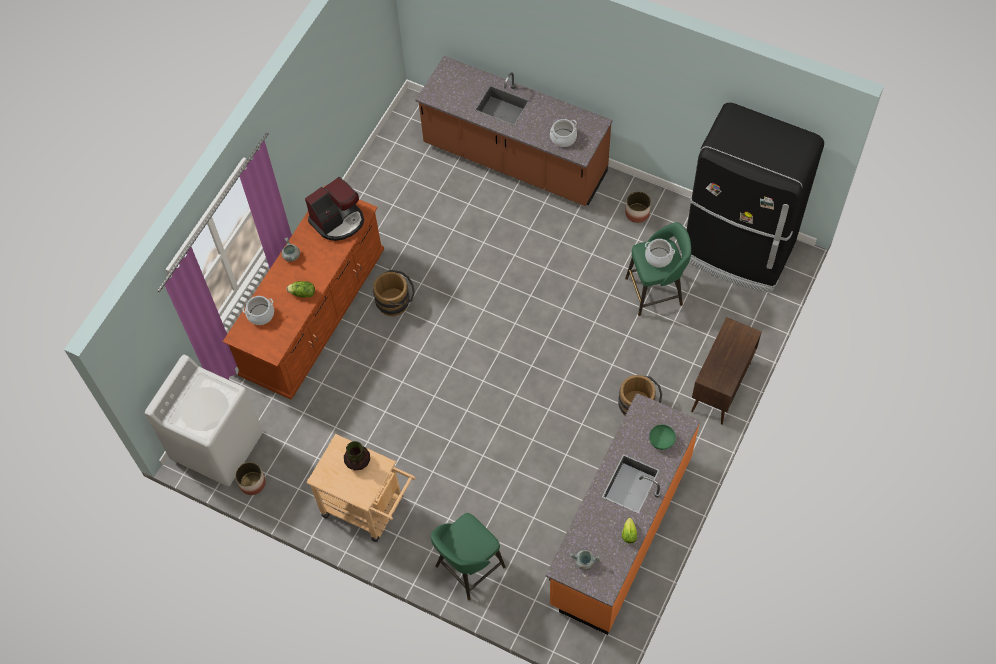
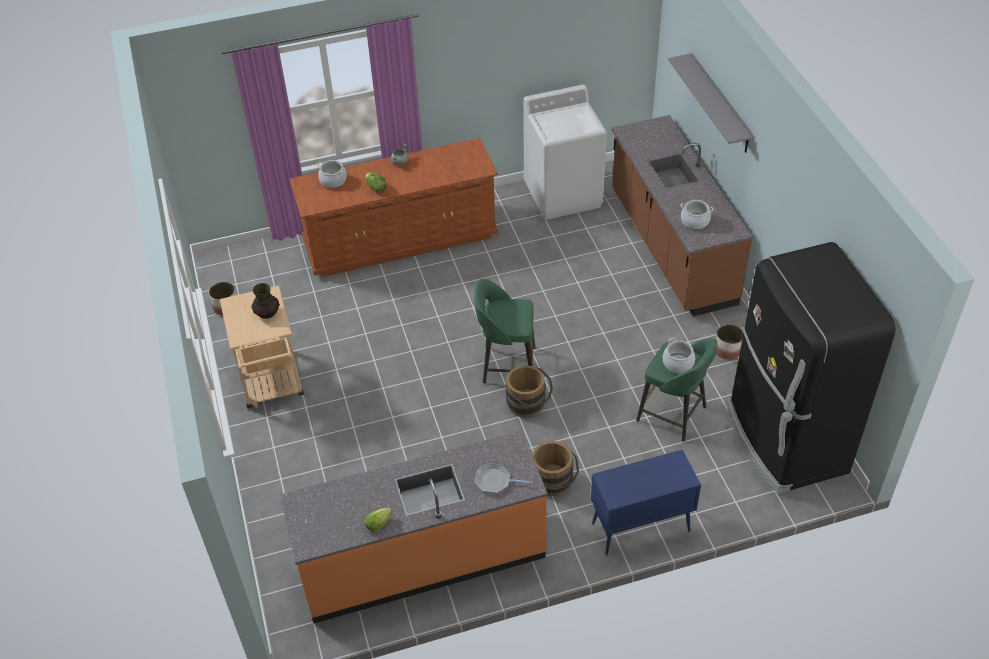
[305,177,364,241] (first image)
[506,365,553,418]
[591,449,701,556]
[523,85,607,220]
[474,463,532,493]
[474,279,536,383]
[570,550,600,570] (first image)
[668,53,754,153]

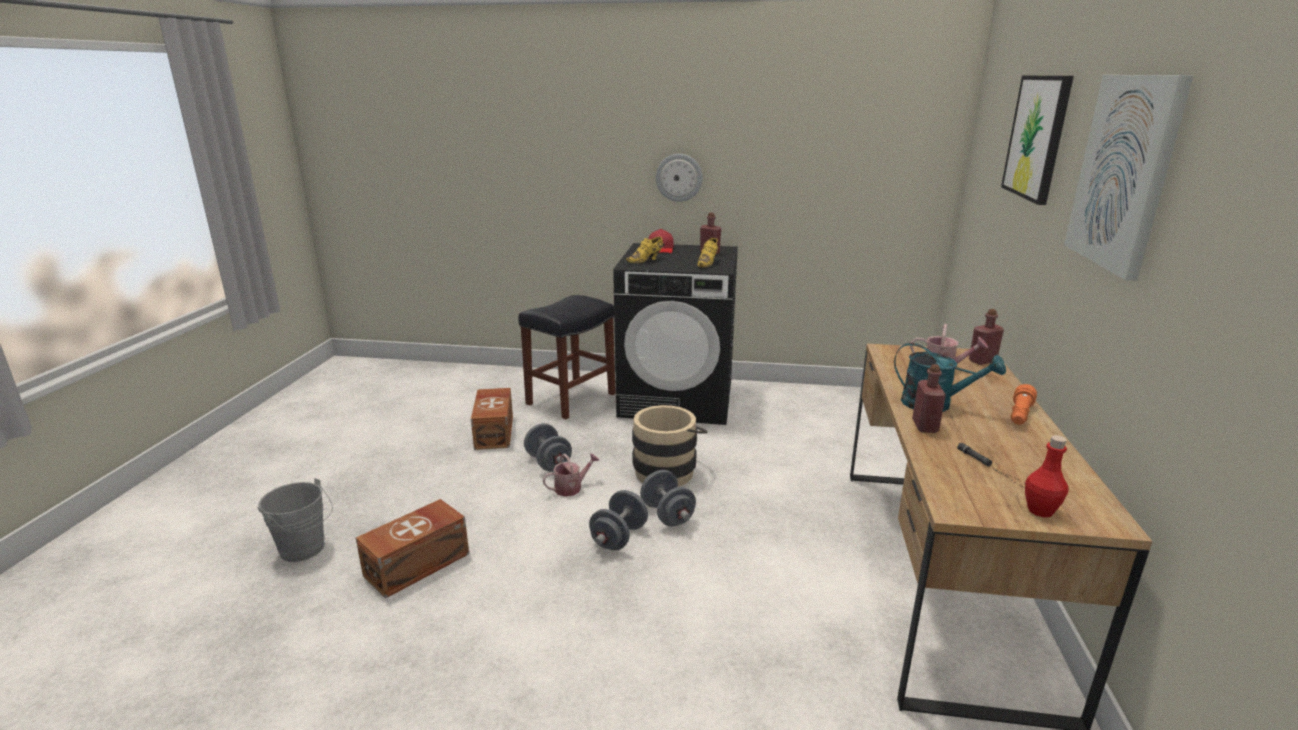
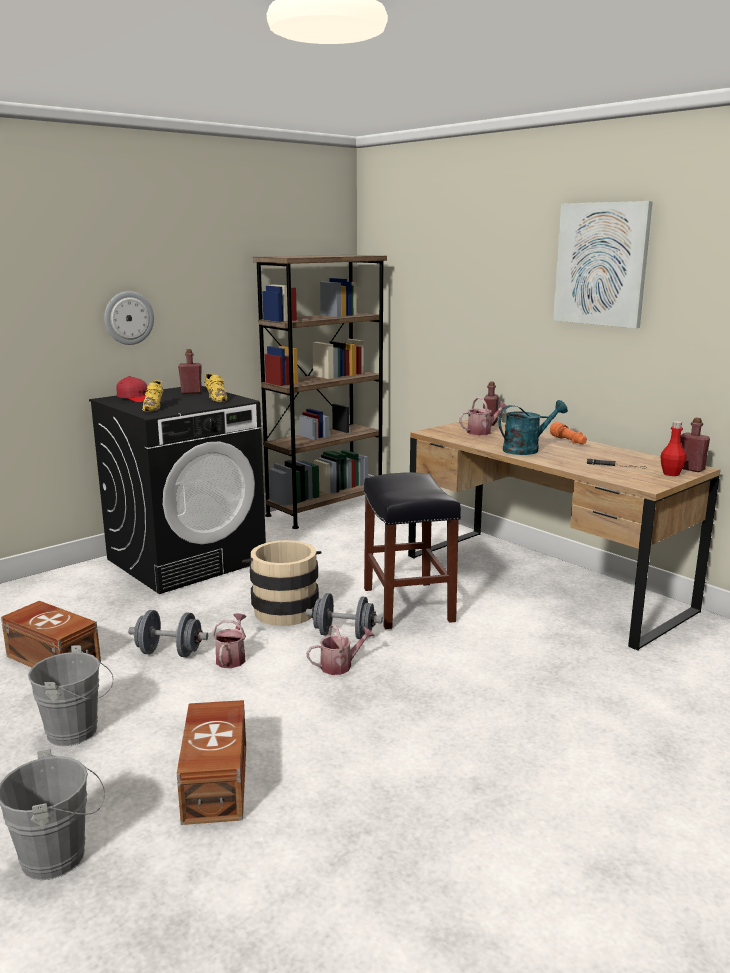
[1001,76,1074,205] (first image)
[363,472,461,629]
[681,418,710,472]
[306,624,375,675]
[253,255,387,529]
[28,646,113,746]

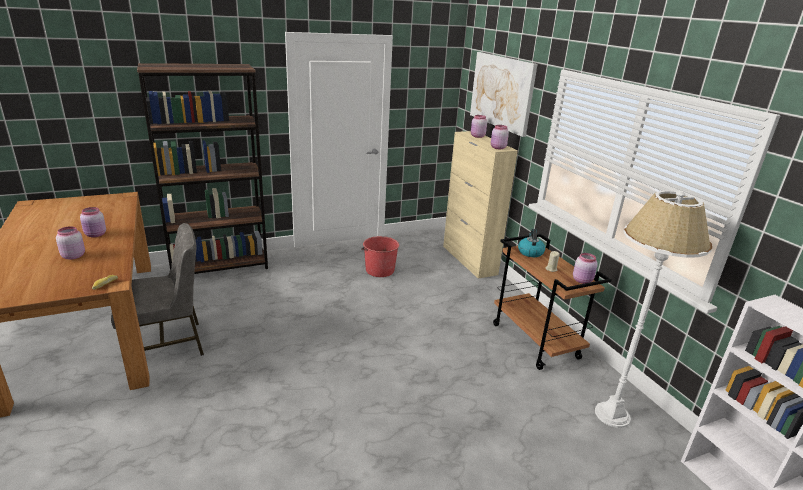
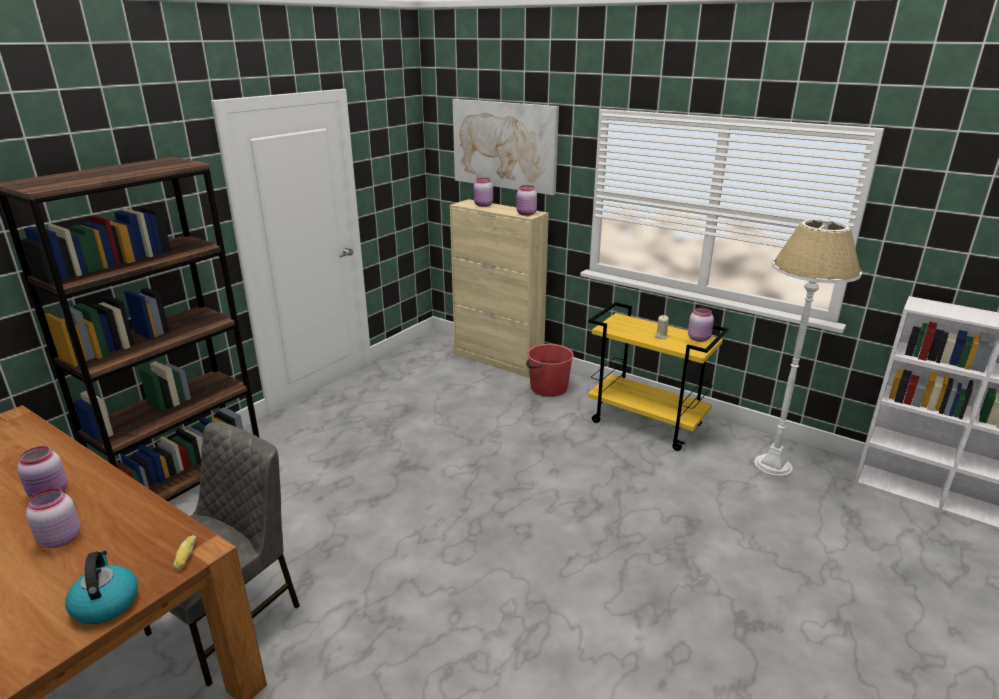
[65,550,138,624]
[588,302,729,451]
[526,344,574,397]

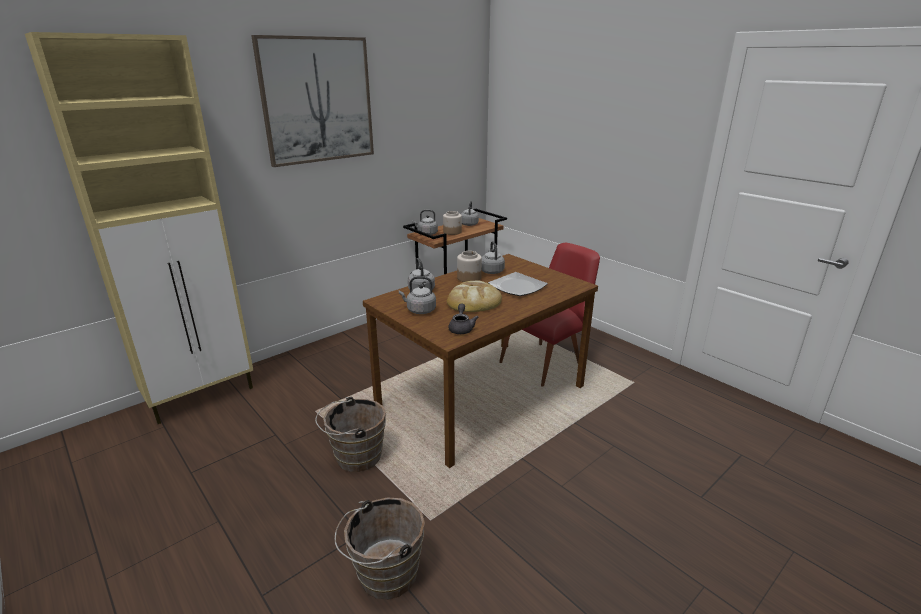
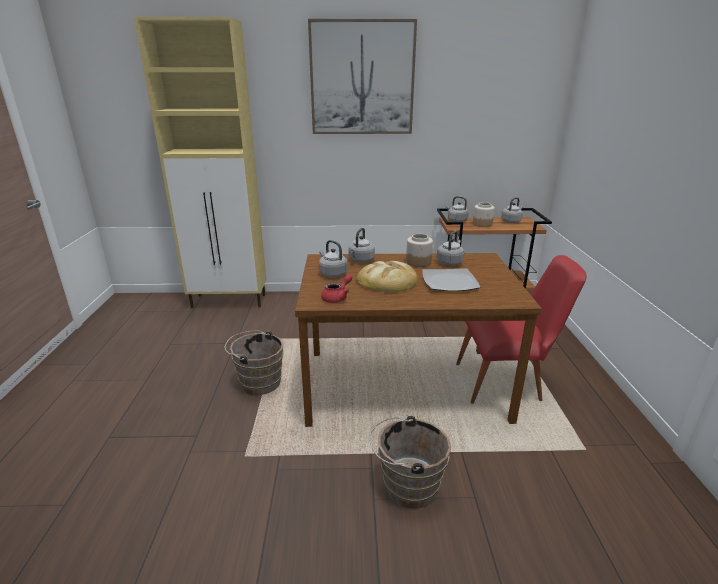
[321,275,352,303]
[369,414,451,509]

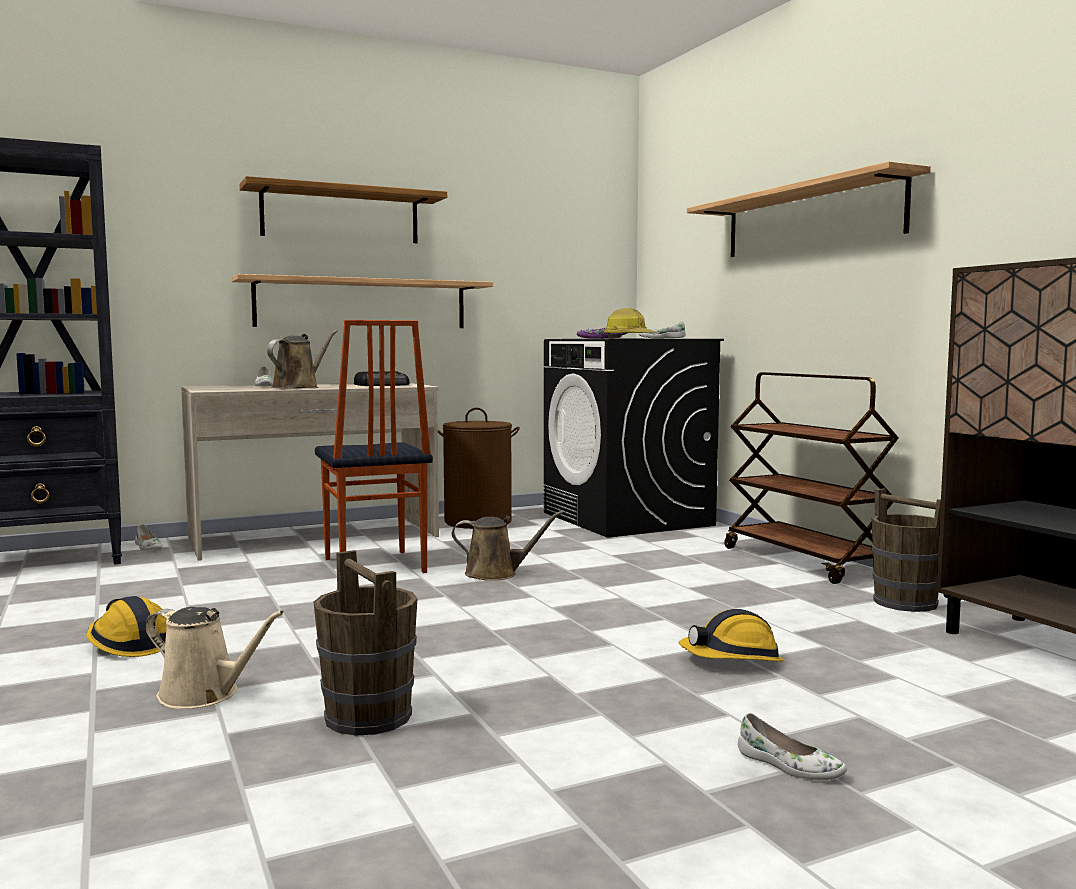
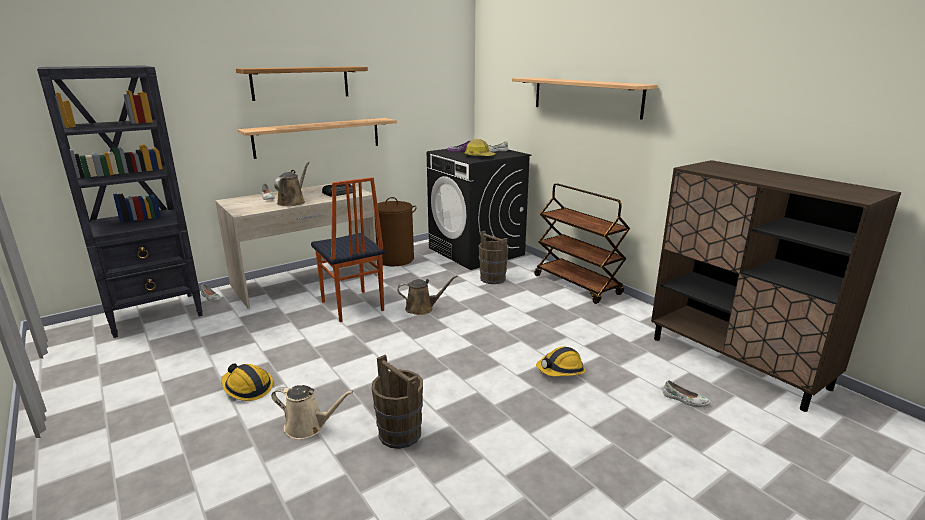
[478,231,509,284]
[663,380,710,407]

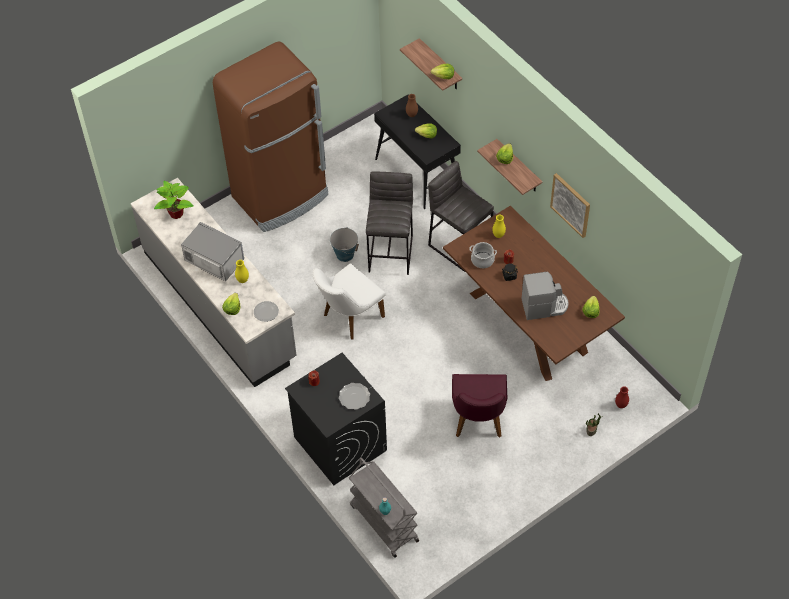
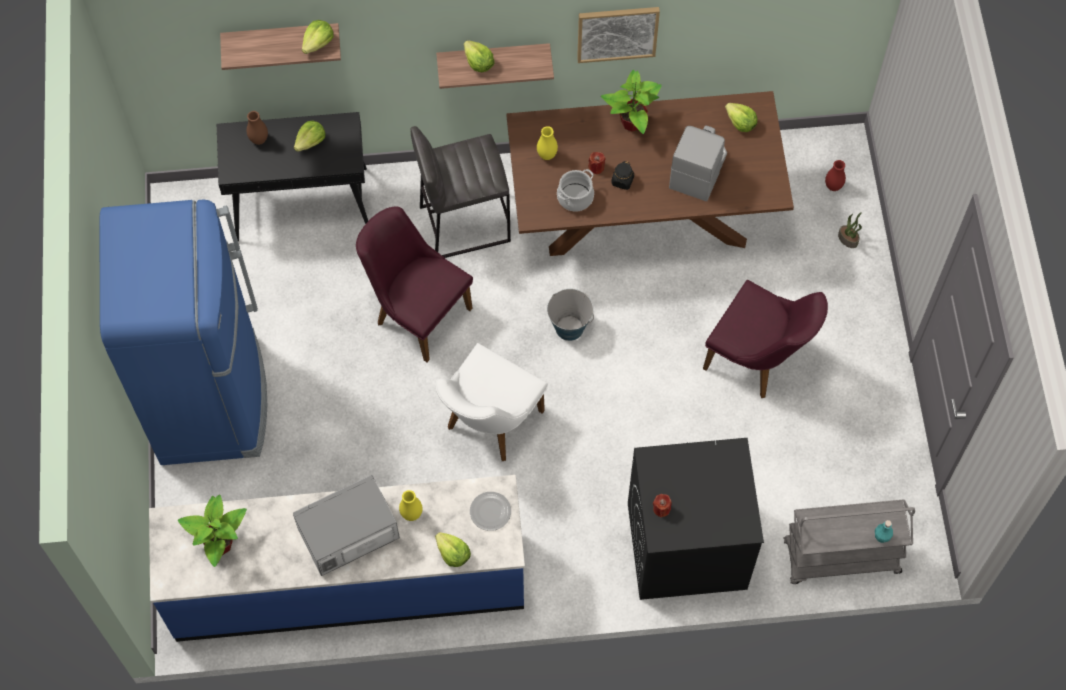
[100,200,267,465]
[356,206,473,362]
[149,475,525,642]
[547,289,594,341]
[435,343,548,461]
[339,383,370,410] (first image)
[601,70,662,134]

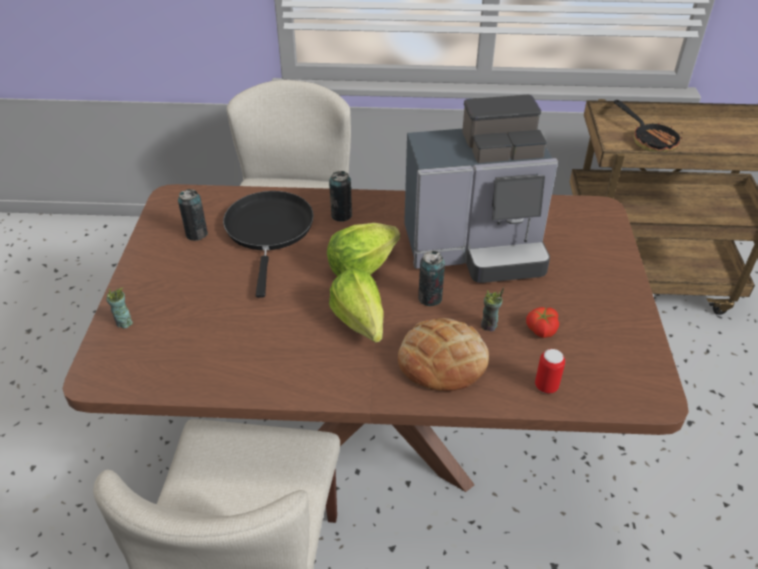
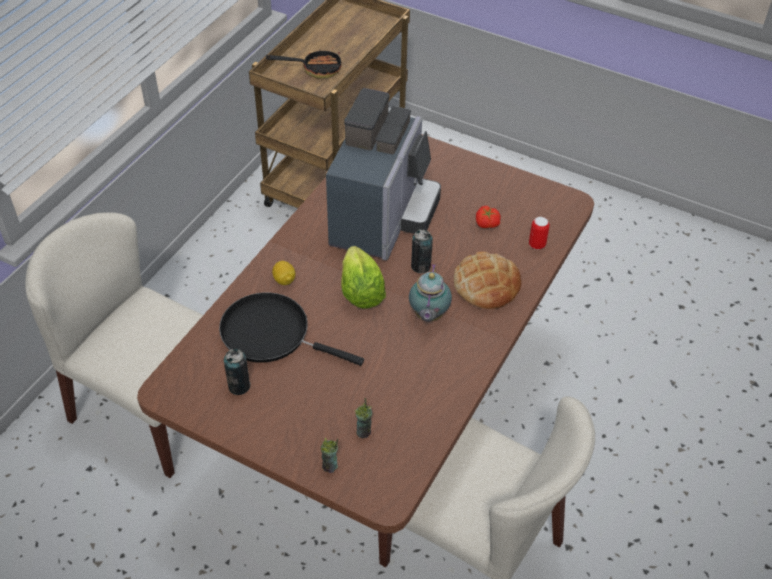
[272,261,295,285]
[409,264,452,322]
[355,398,372,438]

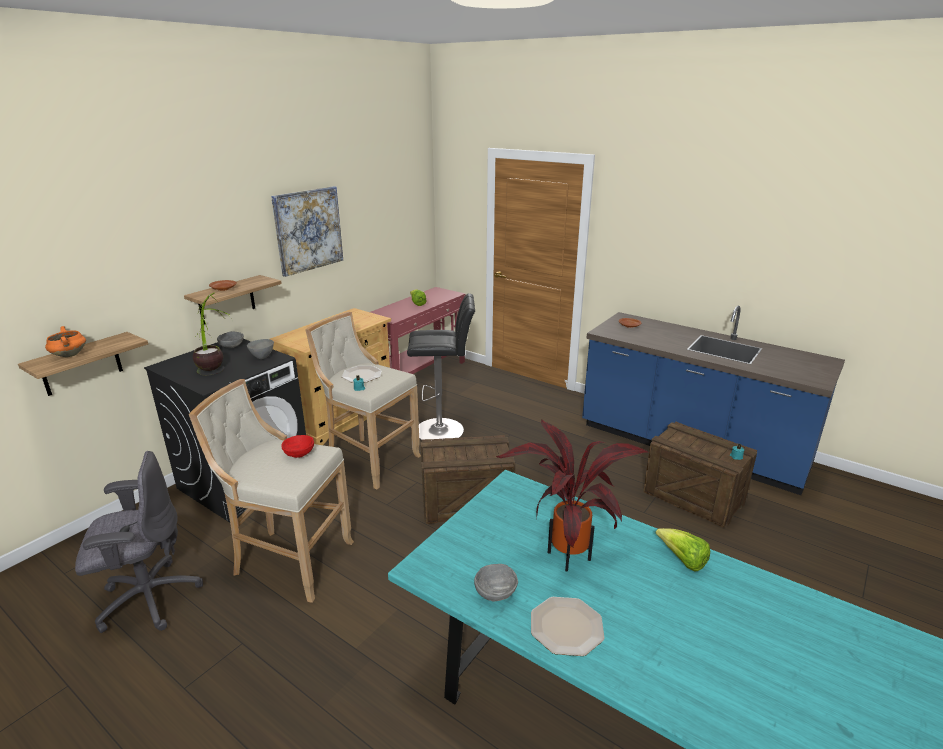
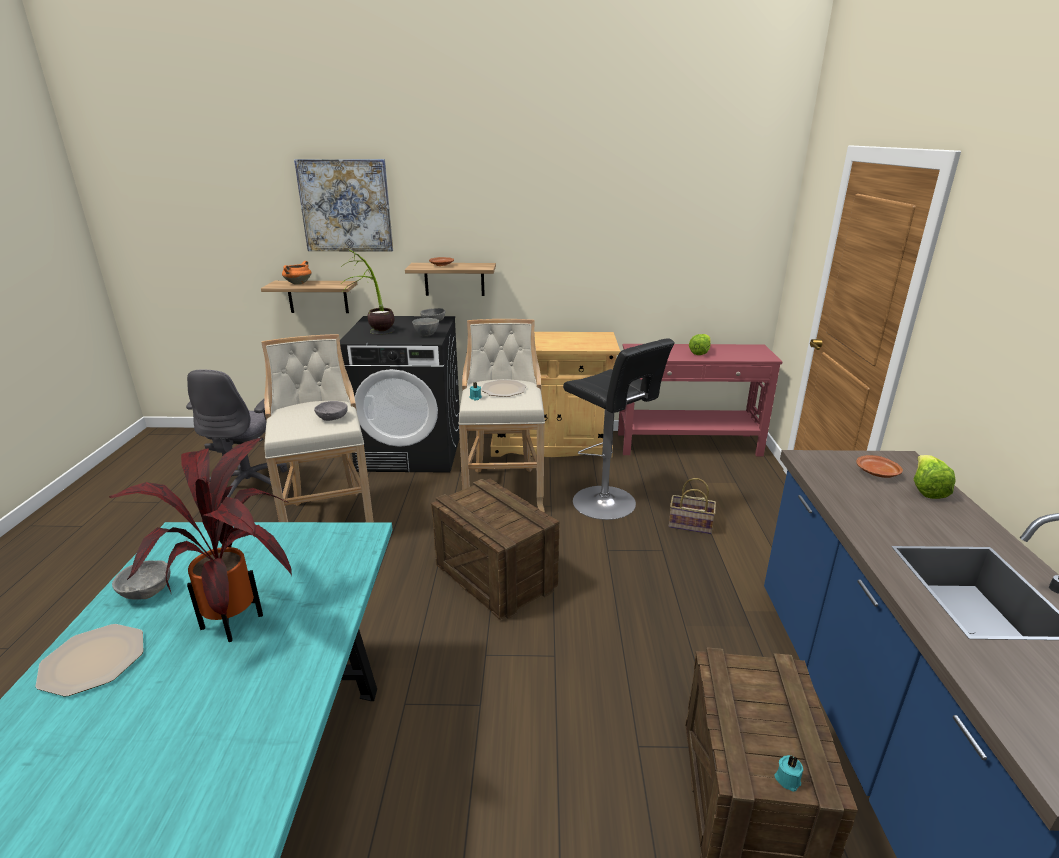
[294,159,393,252]
[314,401,348,421]
[186,369,288,498]
[913,455,956,499]
[669,478,716,534]

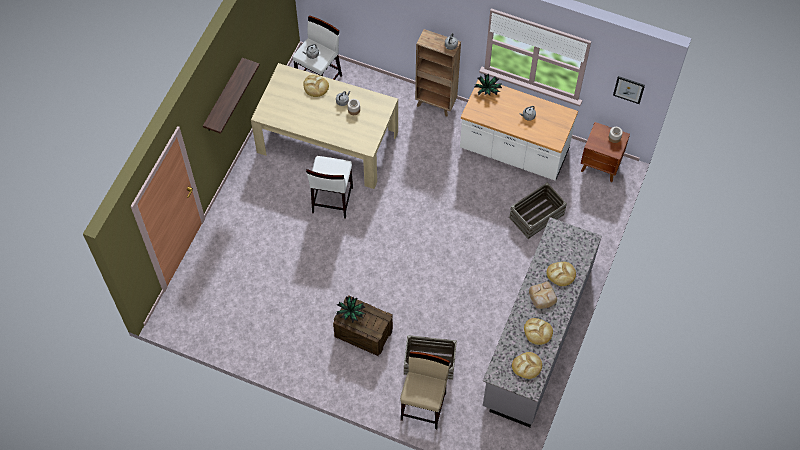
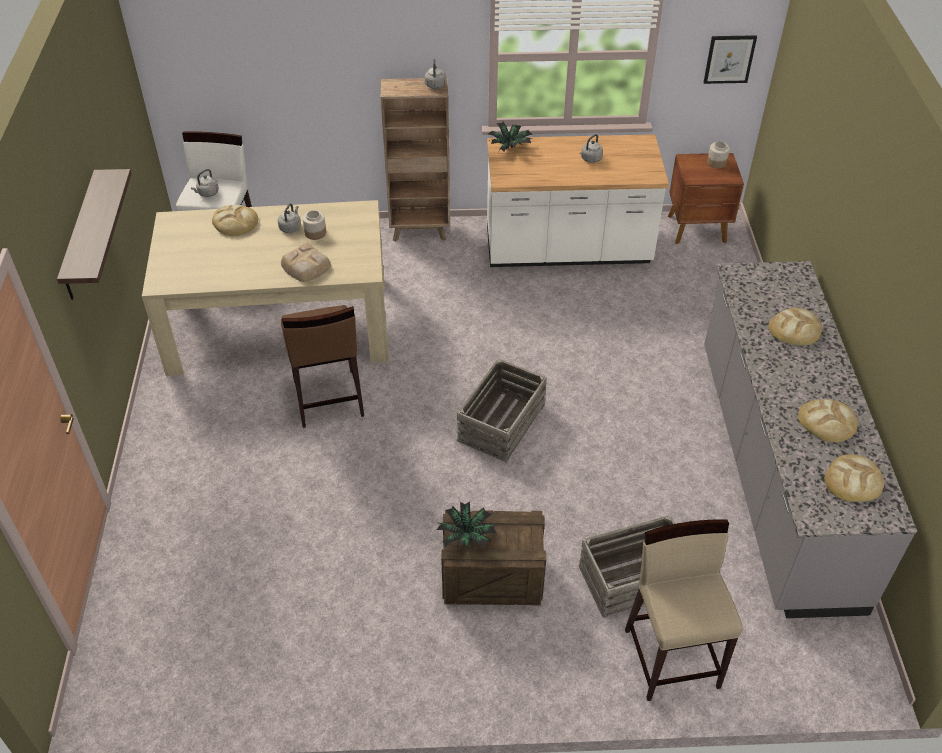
[281,305,364,428]
[457,359,547,462]
[281,243,331,282]

